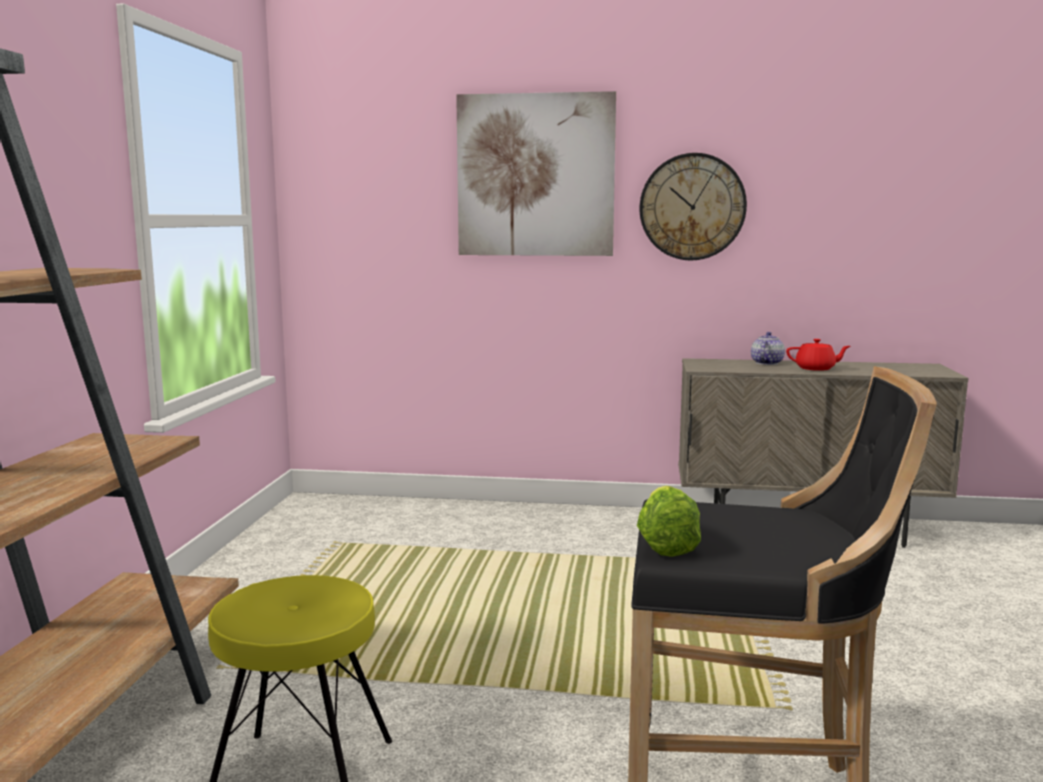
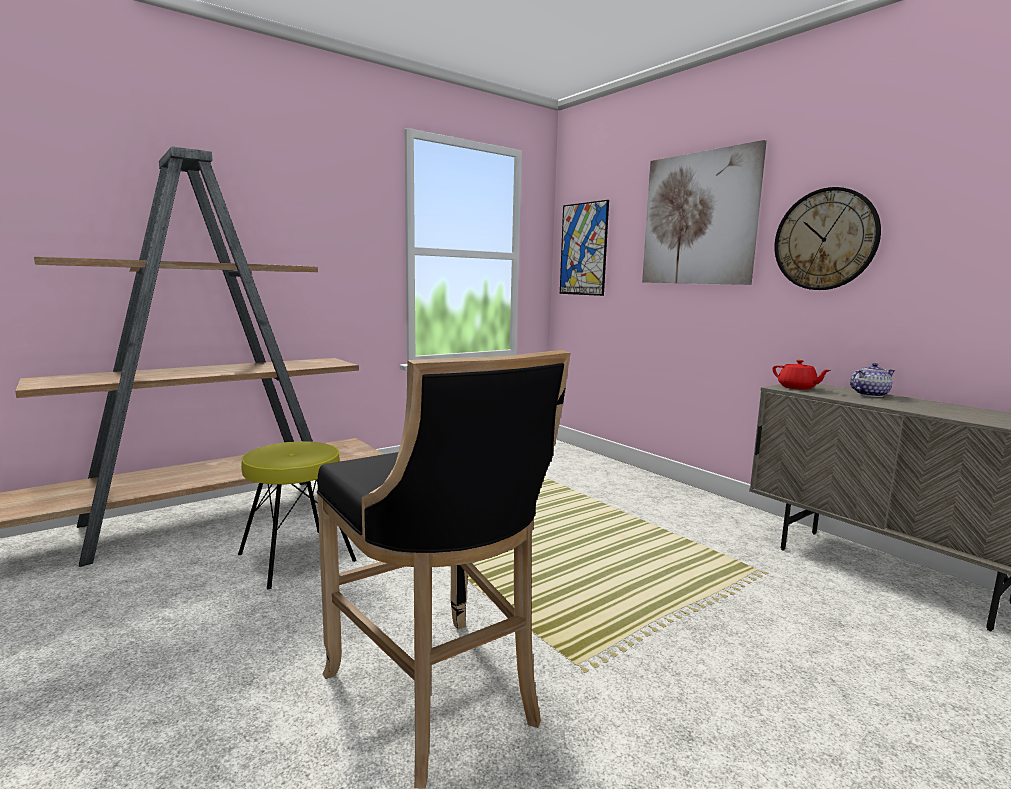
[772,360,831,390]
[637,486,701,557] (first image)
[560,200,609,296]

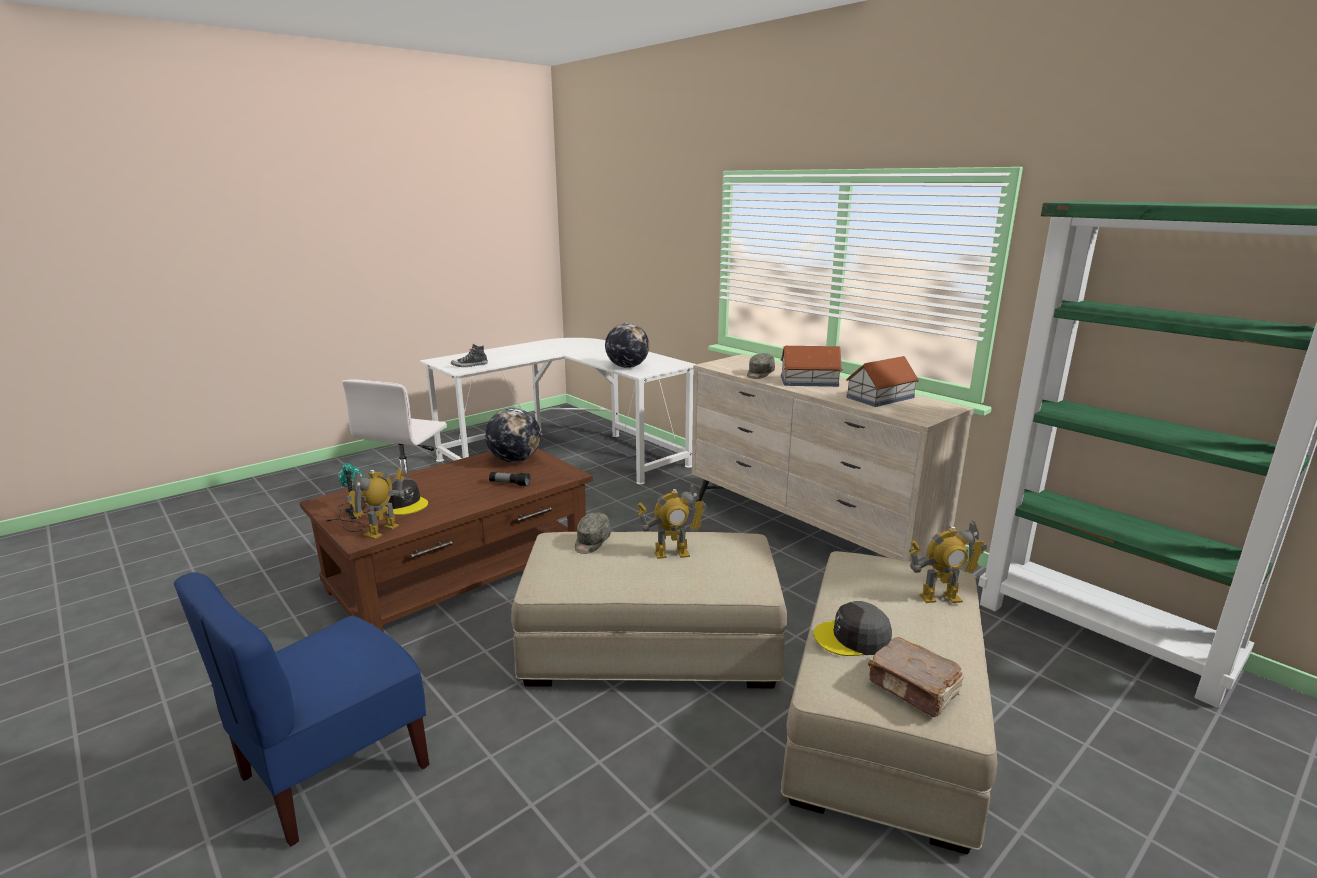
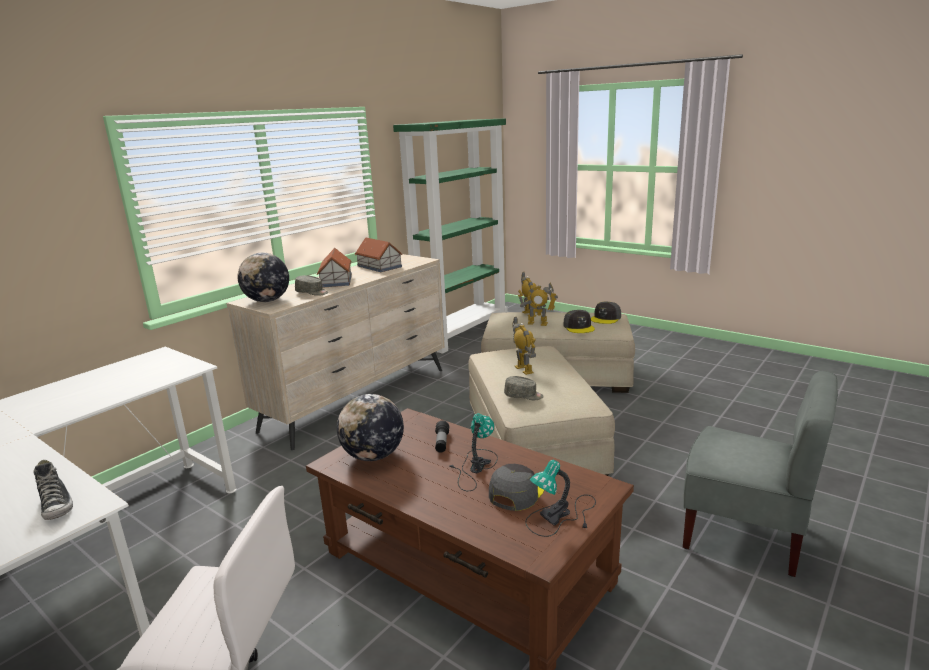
[238,253,289,302]
[518,283,558,326]
[683,371,838,577]
[591,302,621,324]
[449,413,498,491]

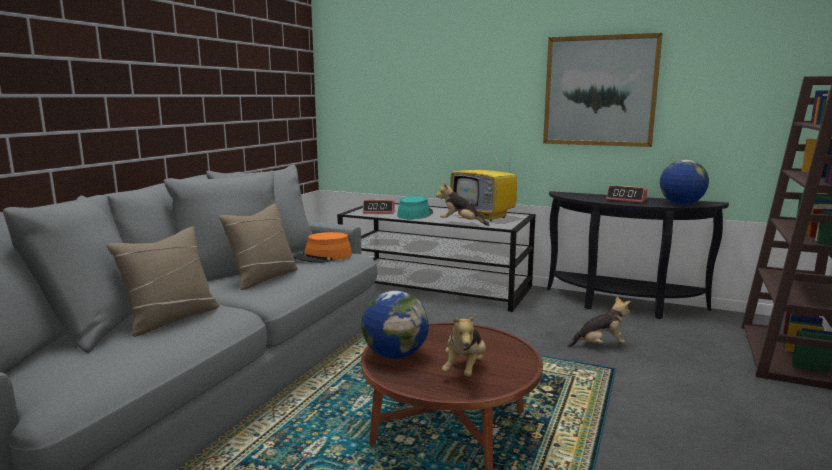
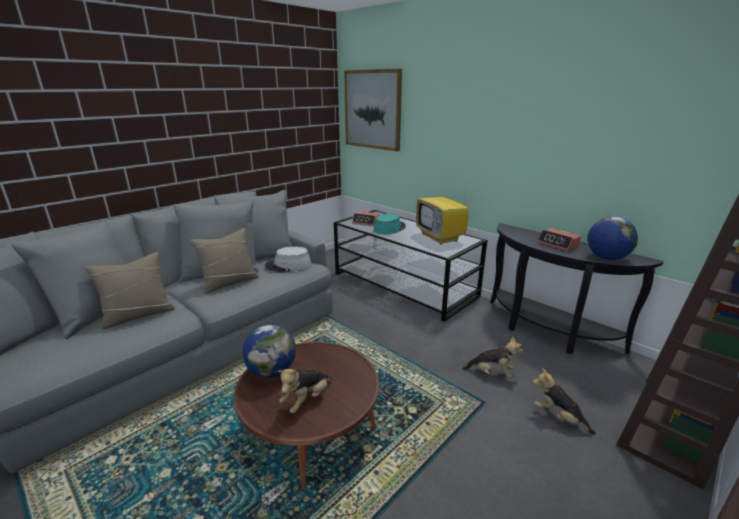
[344,69,402,151]
[532,368,596,435]
[265,246,311,272]

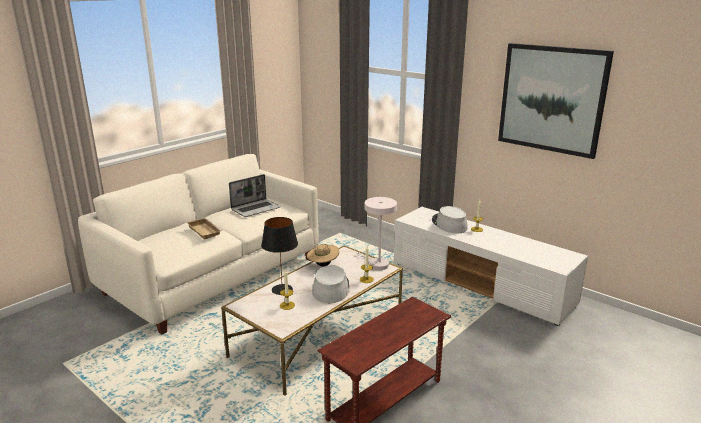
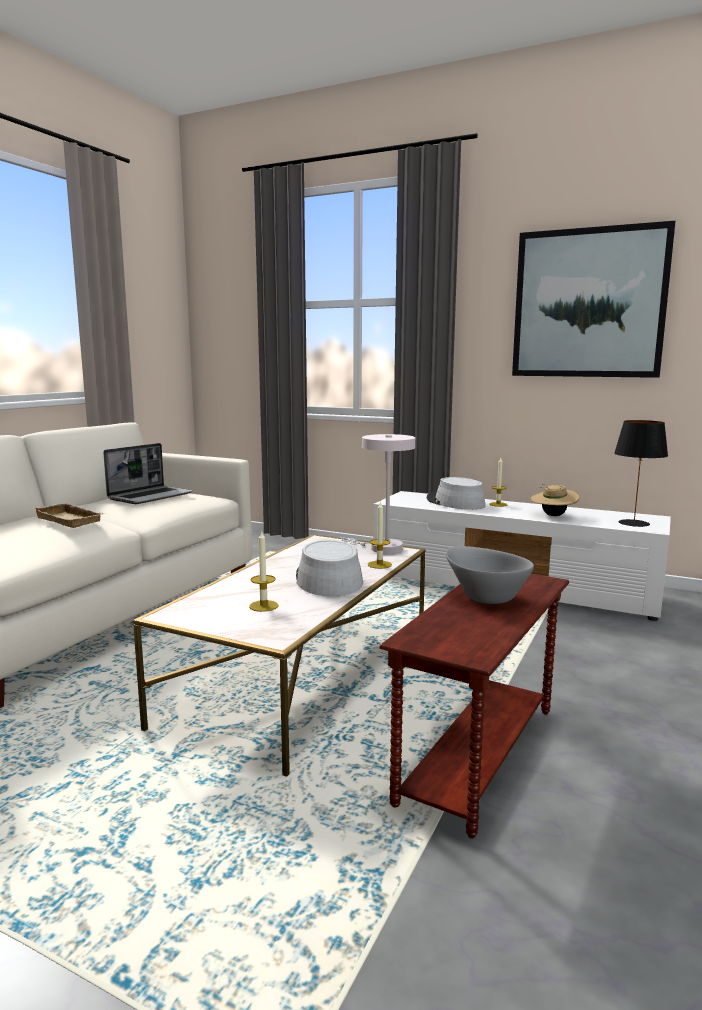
[614,420,668,527]
[530,484,579,516]
[446,546,534,604]

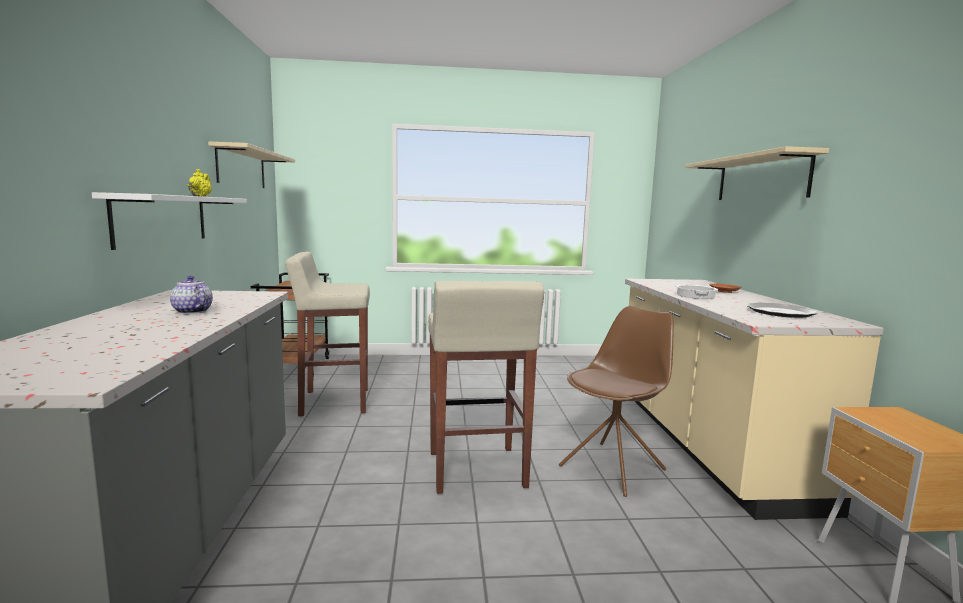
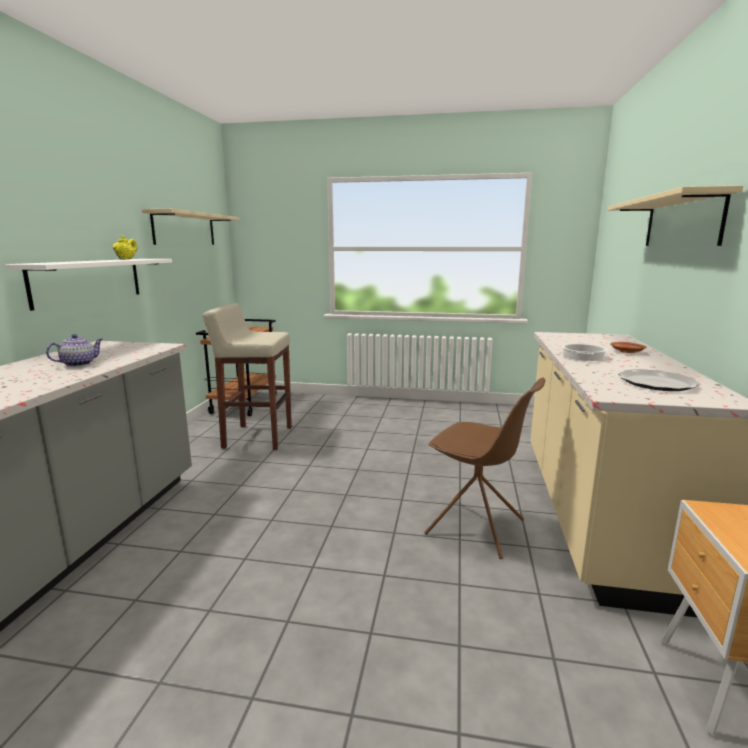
[46,334,103,367]
[428,281,545,494] (first image)
[424,377,545,559]

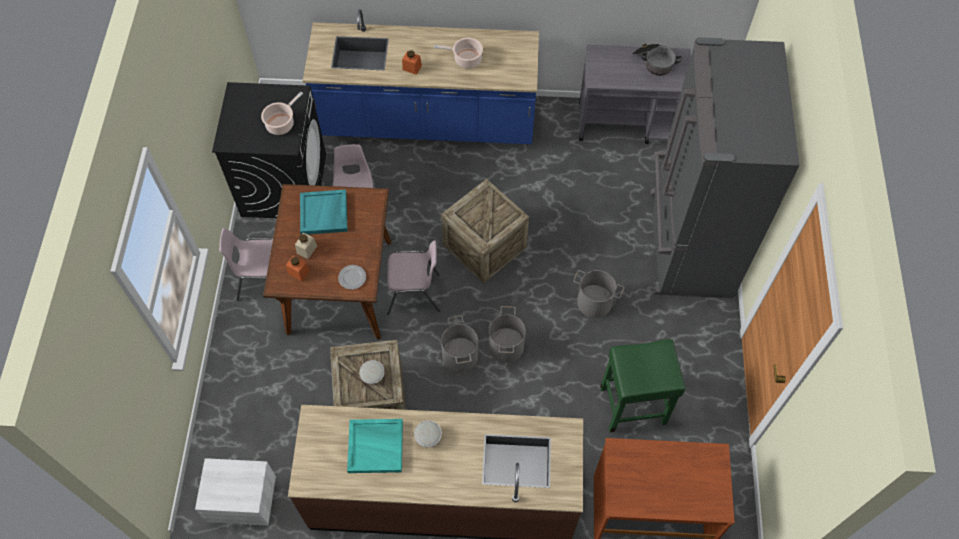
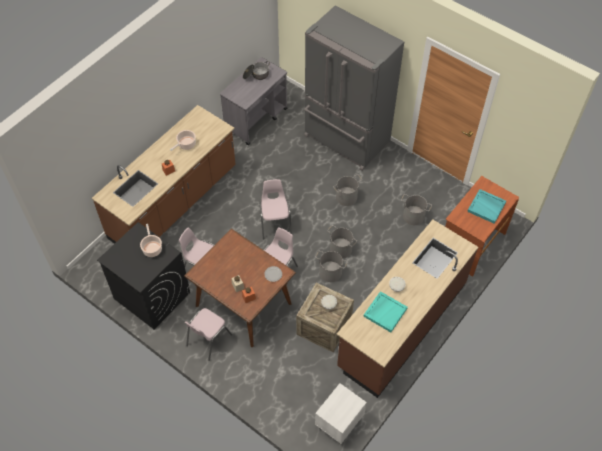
[92,105,236,244]
[260,179,292,240]
[467,189,506,224]
[401,194,432,225]

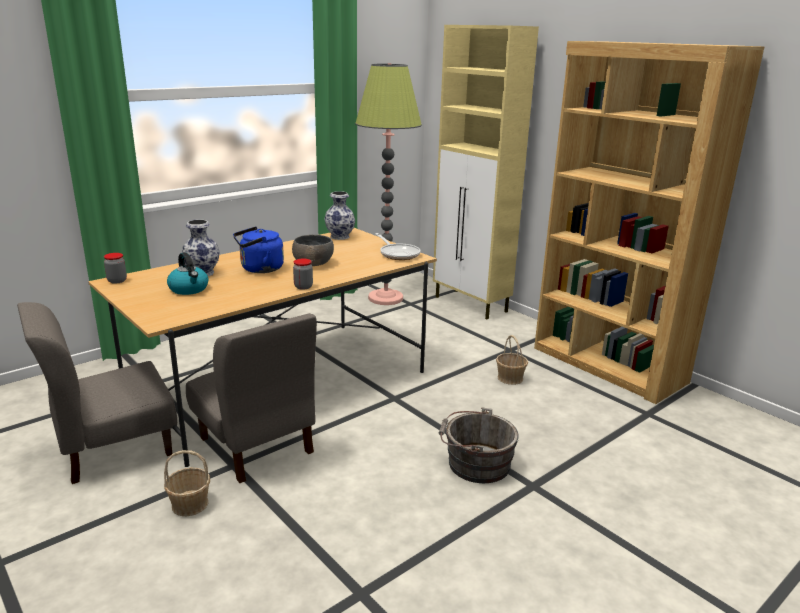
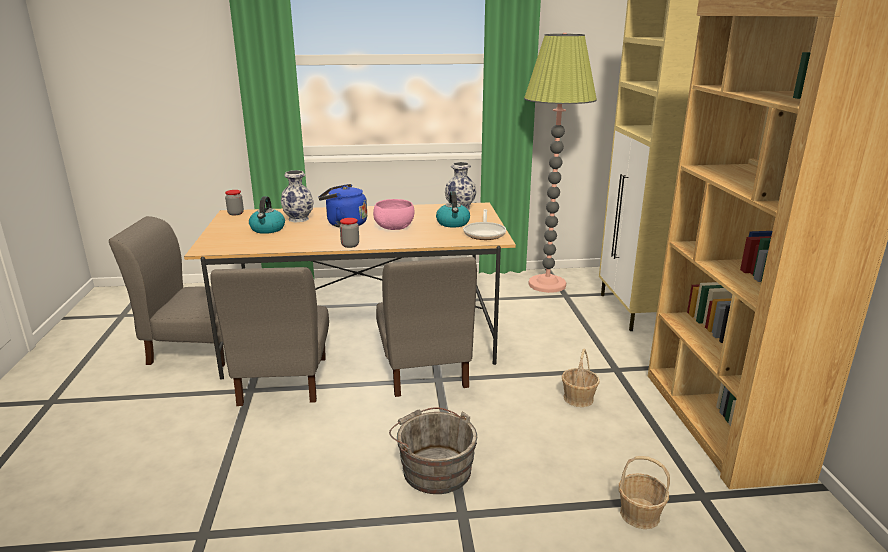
[373,199,415,230]
[619,456,670,529]
[436,191,470,228]
[376,257,477,397]

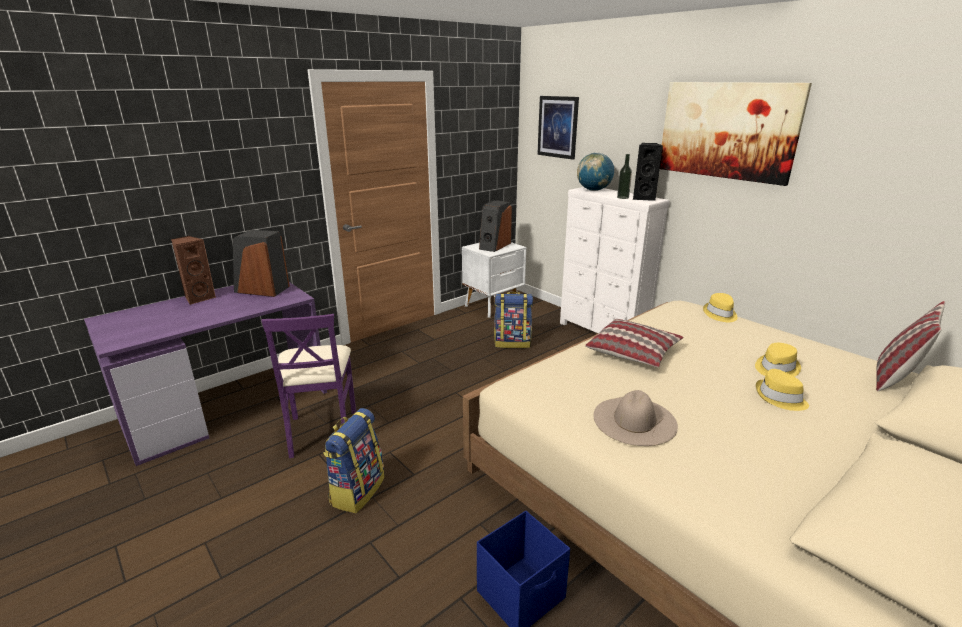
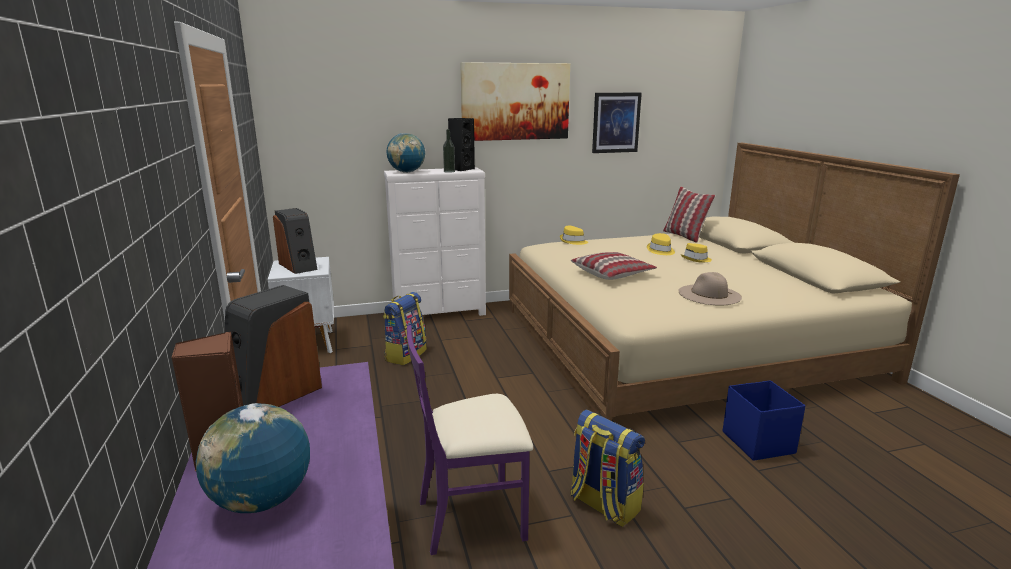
[592,93,642,153]
[407,325,533,555]
[196,403,310,513]

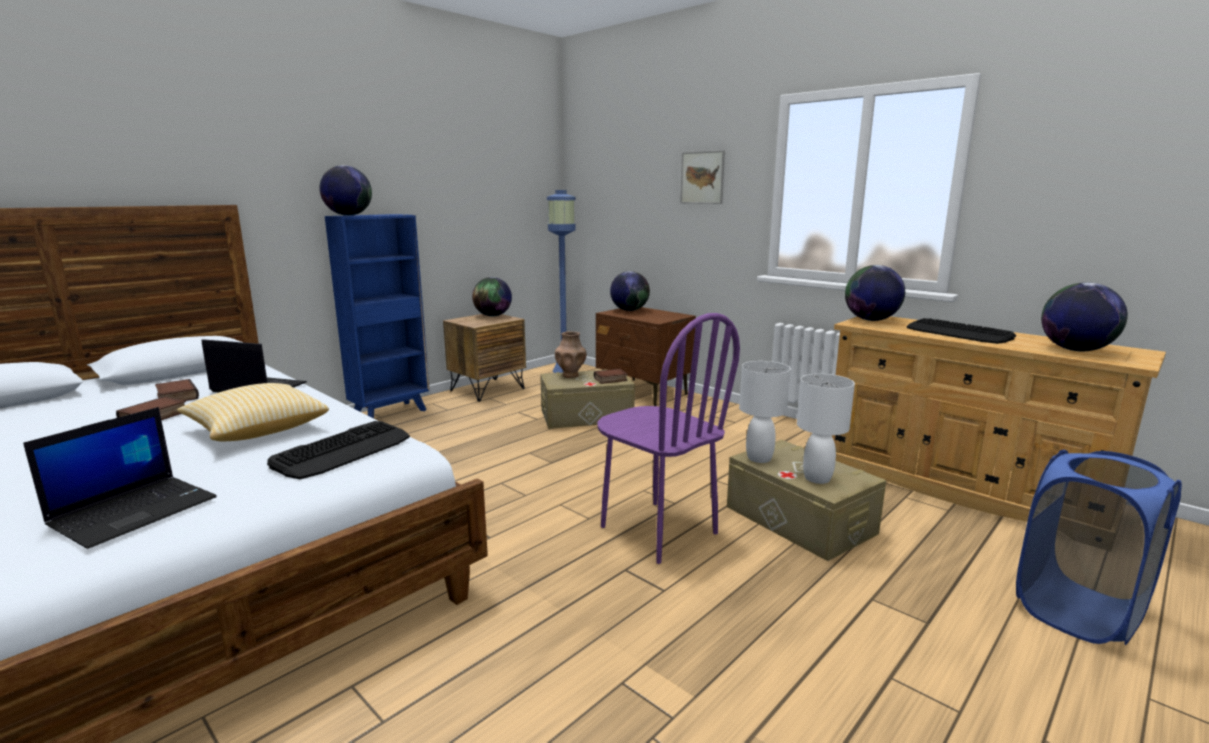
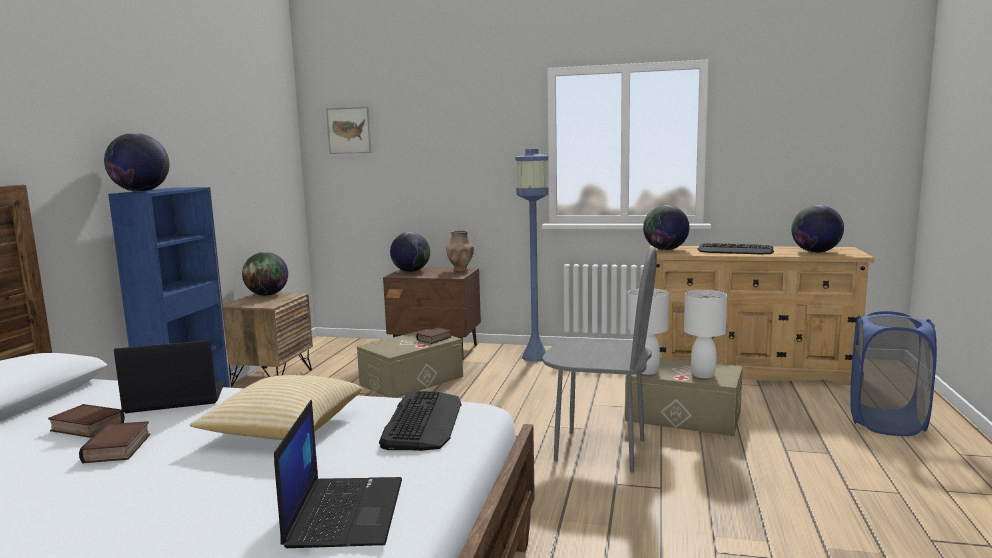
[326,107,372,154]
[515,149,549,362]
[542,248,657,473]
[446,230,474,272]

